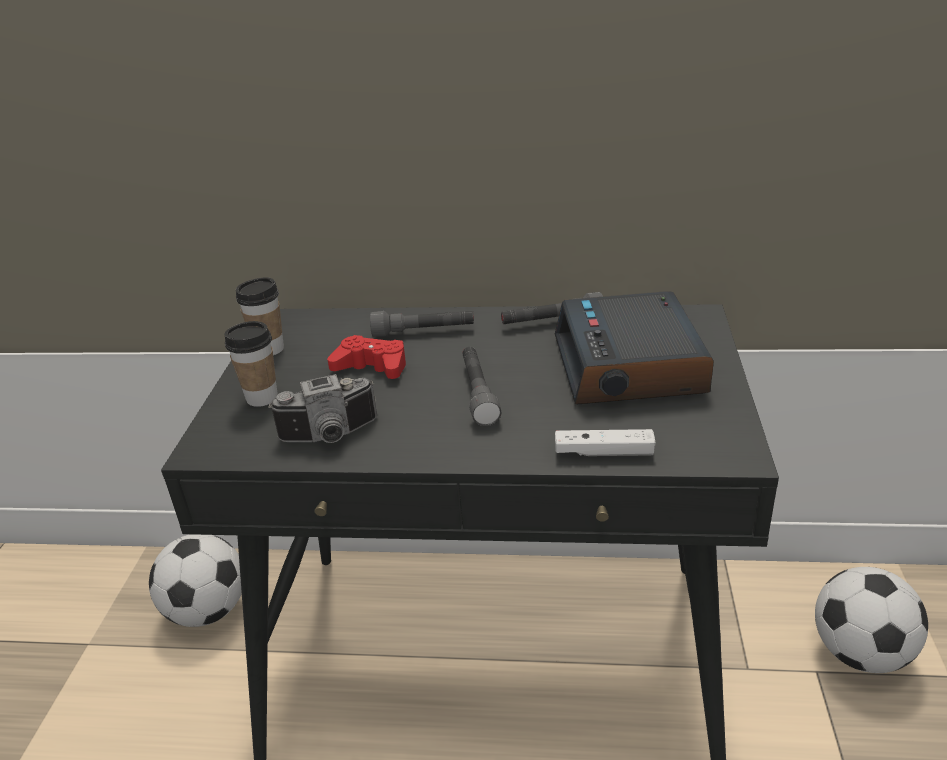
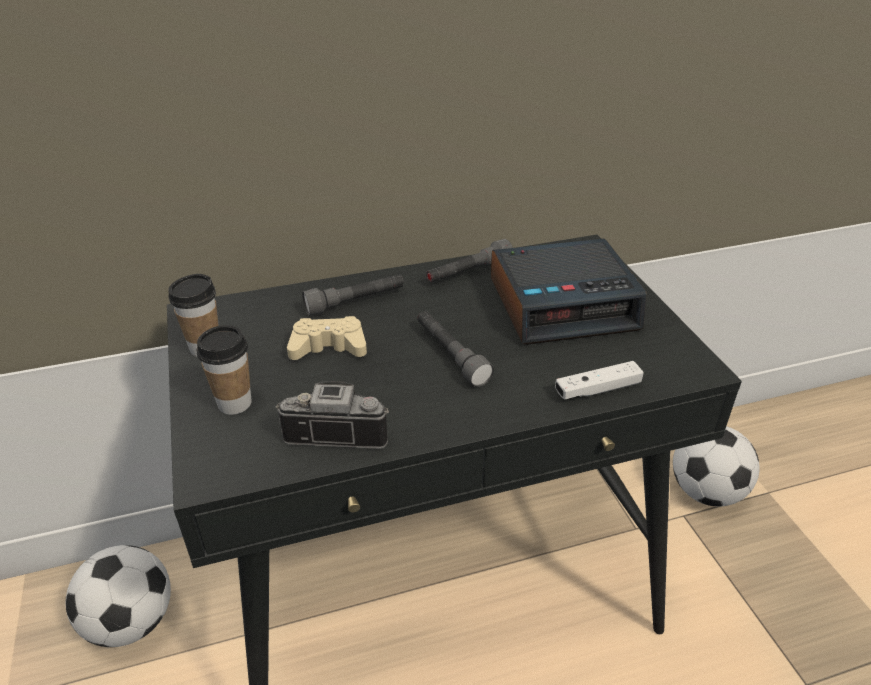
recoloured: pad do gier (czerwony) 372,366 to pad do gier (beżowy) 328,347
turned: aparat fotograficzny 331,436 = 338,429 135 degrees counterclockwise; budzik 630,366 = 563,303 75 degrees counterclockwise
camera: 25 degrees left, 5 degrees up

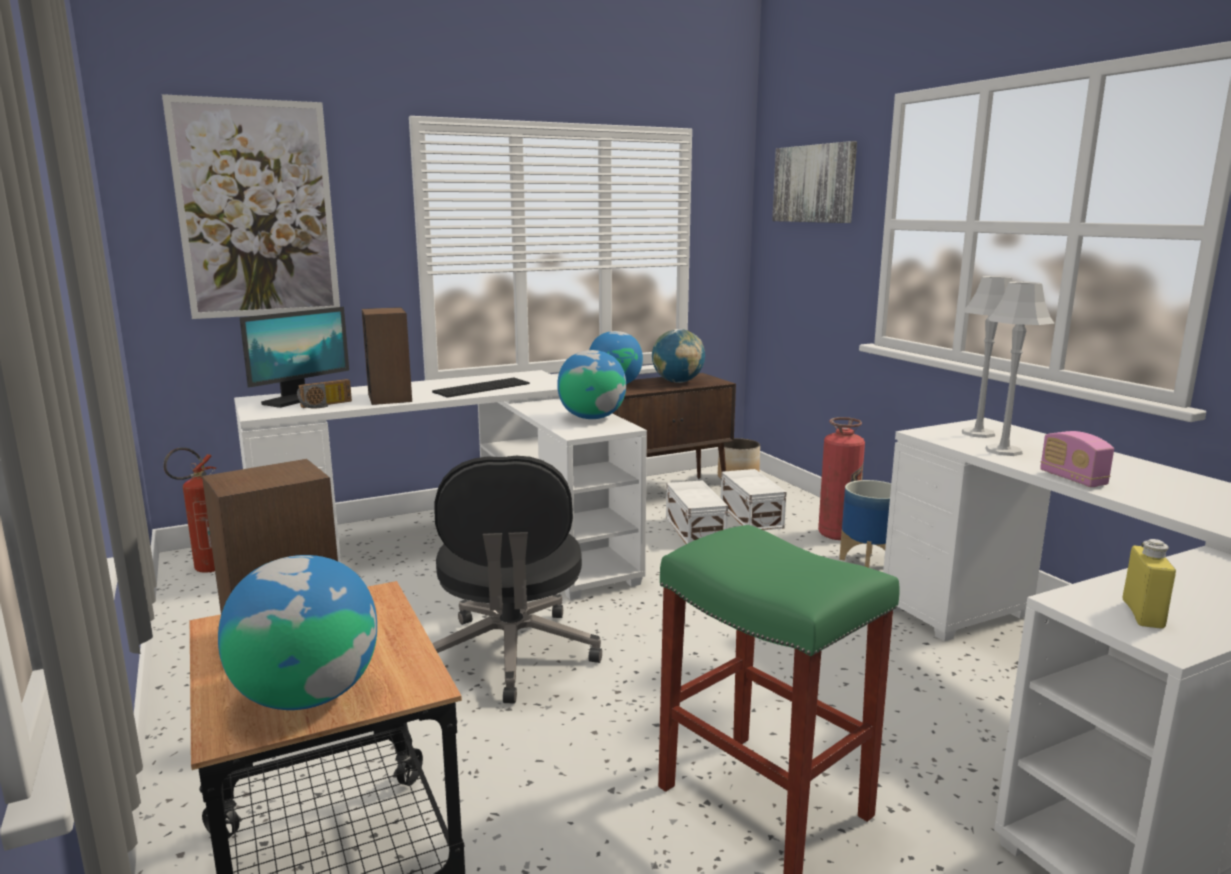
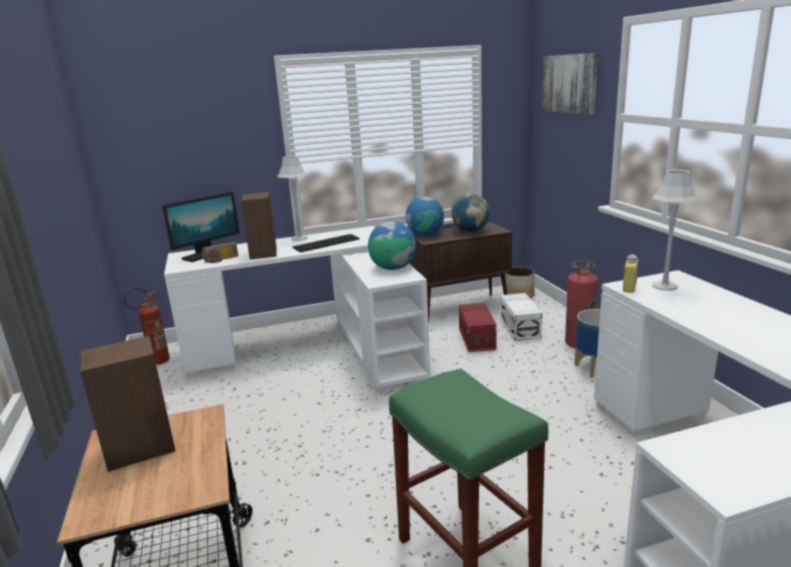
removed: obraz 257,210; globus 307,696; krzesło biurowe (czarny) 512,655; radio 1072,479
moved: lampa stołowa (szary) 1004,451 to 299,238; butelka (żółty) 1142,614 to 629,288
recoloured: pojemnik do przechowywania (biały) 695,529 to pojemnik do przechowywania (czerwony) 477,338
camera: 10 degrees right, 5 degrees up

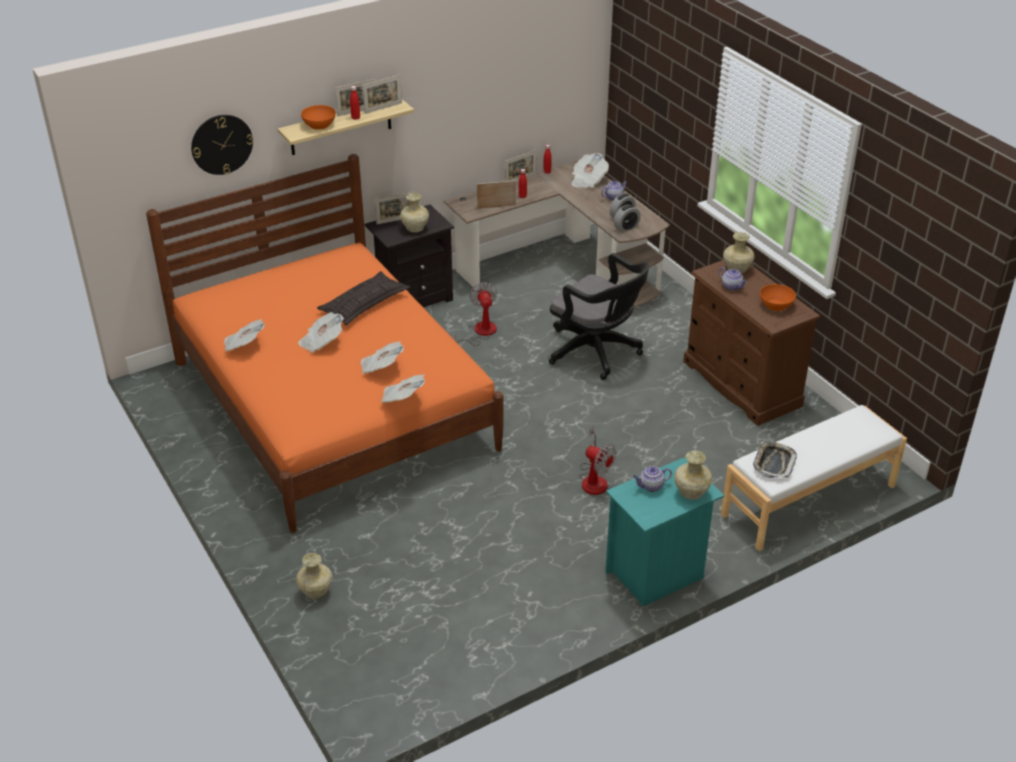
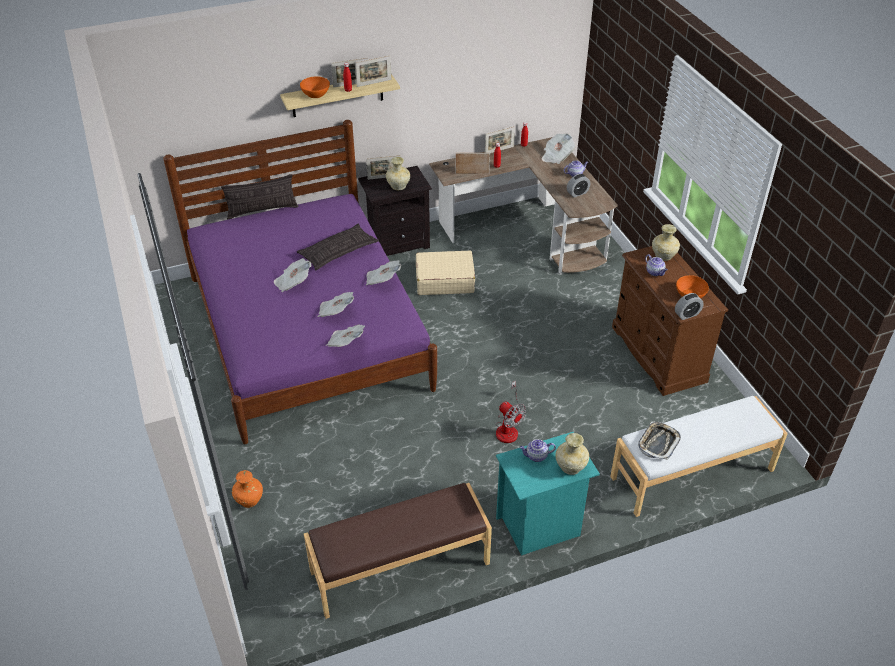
removed: zegar ścienny 221,144; krzesło biurowe (czarny) 597,353
added: poduszka 262,210; ławka (brązowy) 400,568
moved: gazeta 244,345 to 382,280; budzik 626,227 to 687,314
replaced: wentylator 479,333 to walizka (beżowy) 444,280
recoloured: łóżko (pomarańczowy) 333,405 to łóżko (fioletowy) 307,331; wazon (beżowy) 316,591 to wazon (pomarańczowy) 250,501
camera: 10 degrees right, 5 degrees up

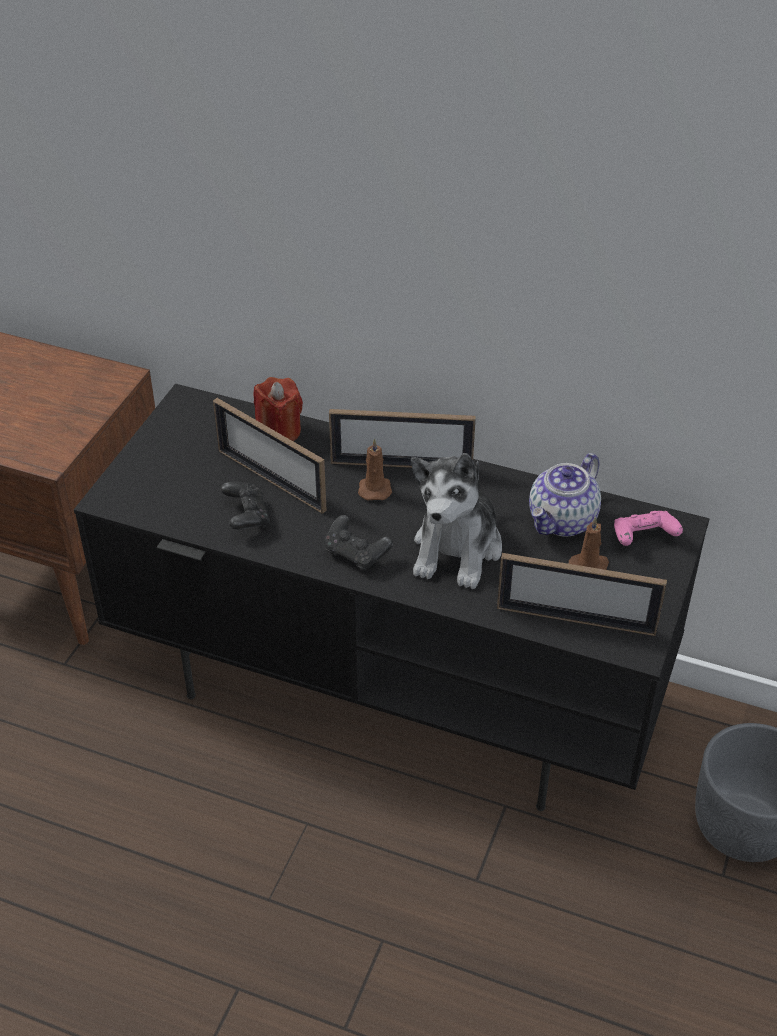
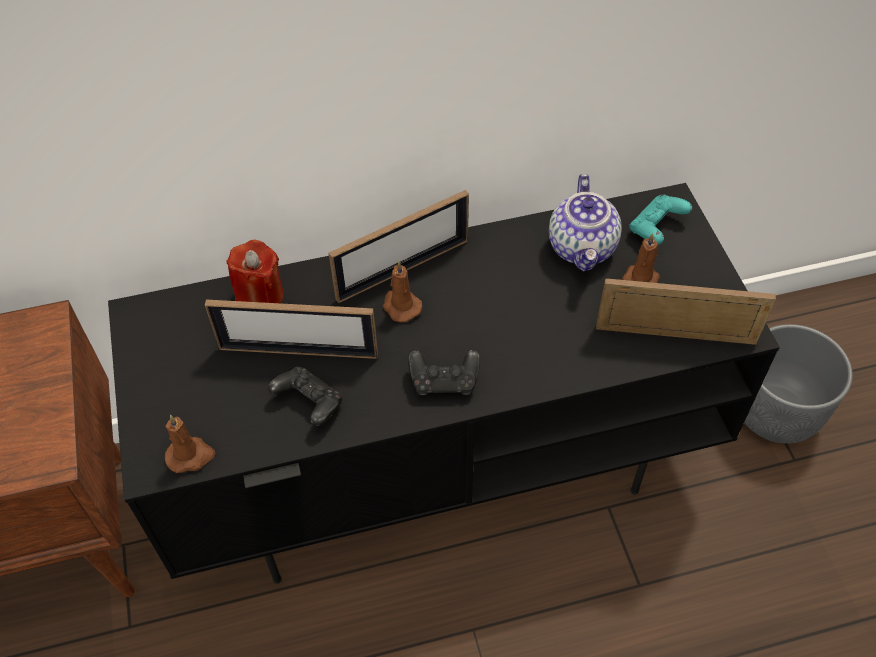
removed: pluszak 457,549
added: świeca (brązowy) 191,456
recoloured: pad do gier (różowy) 643,538 to pad do gier (turkusowy) 656,229
turned: ramka na zdjęcie 576,620 = 675,334 150 degrees counterclockwise
camera: 35 degrees left, 10 degrees up

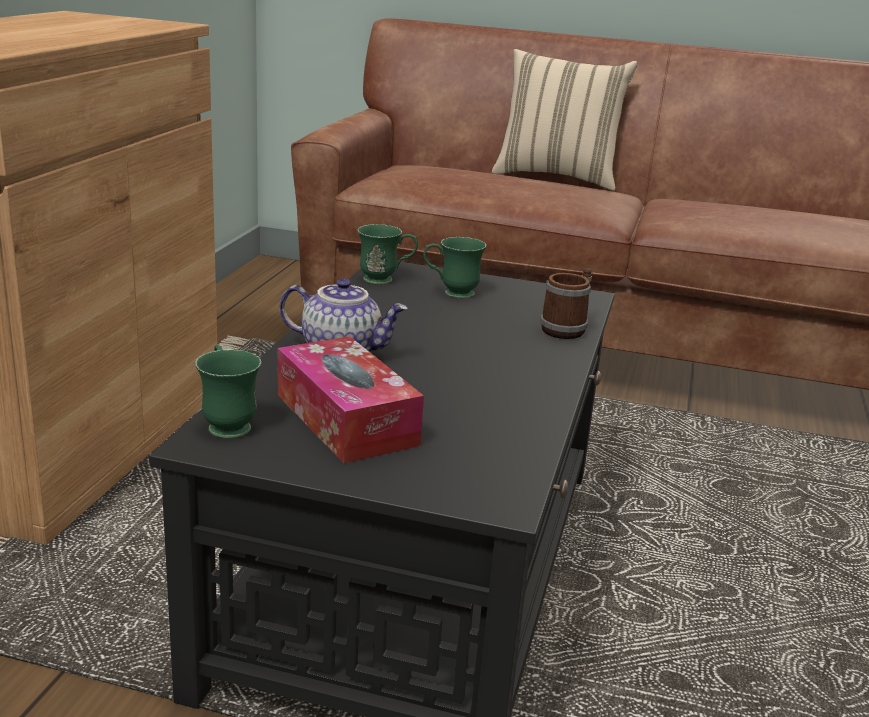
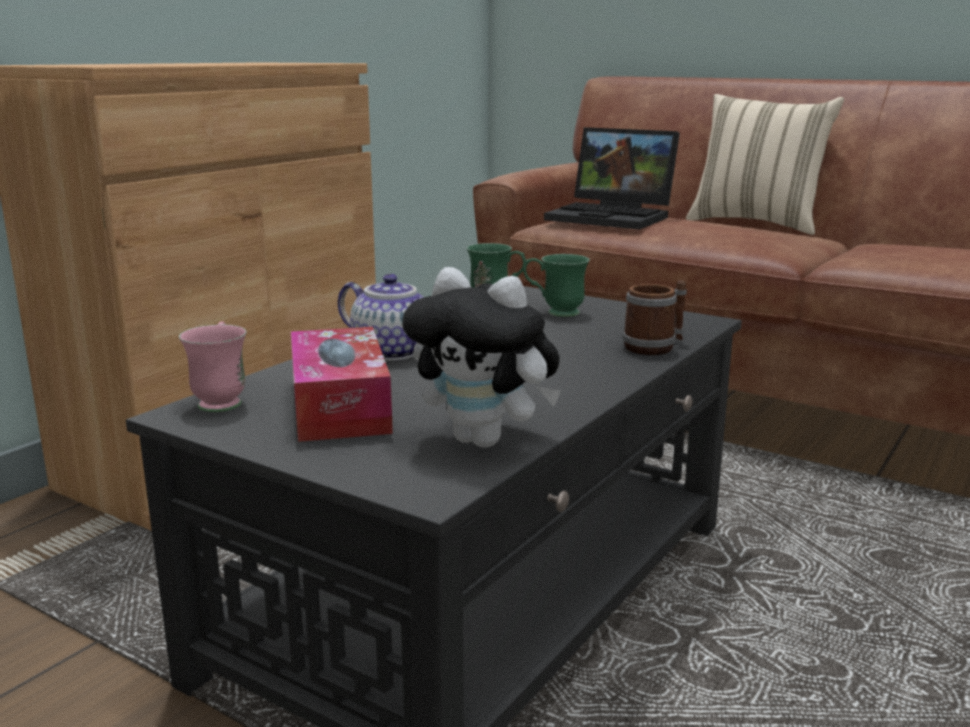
added: pluszak 485,440; laptop 614,217
recoloured: kubek (zielony) 227,423 to kubek (różowy) 222,400
camera: 20 degrees right, 5 degrees down

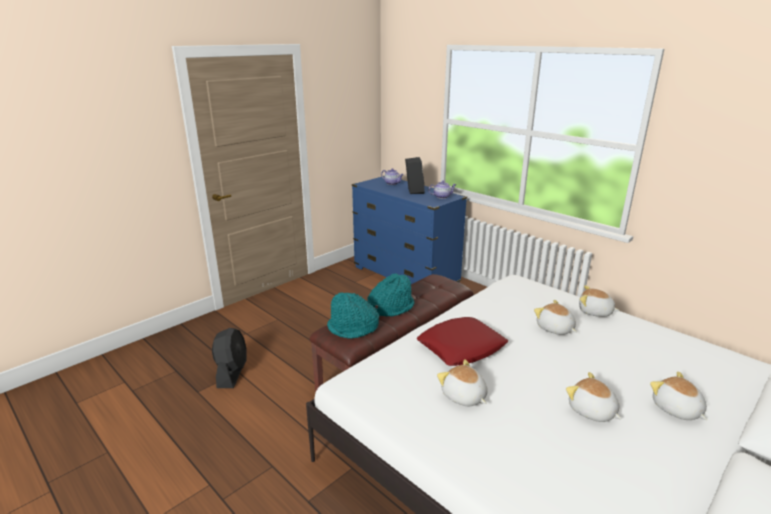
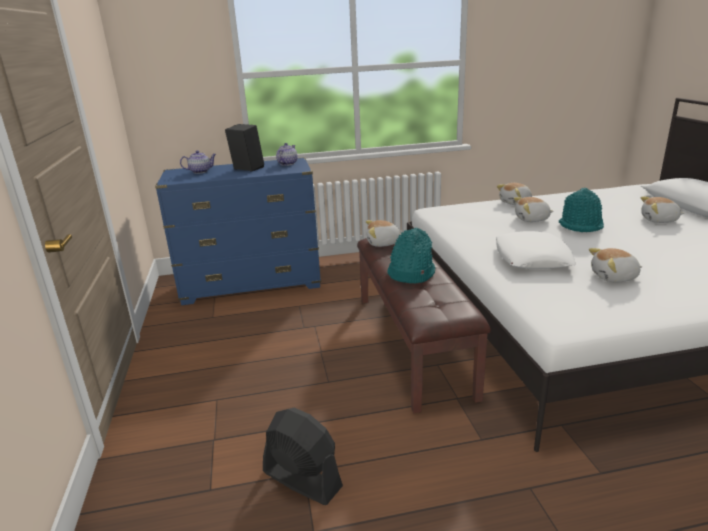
moved: kapelusz (turkusowy) 353,328 to 581,225; pluszak 591,411 to 383,243
recoloured: poduszka (czerwony) 461,347 to poduszka (biały) 532,258
camera: 55 degrees left, 0 degrees up

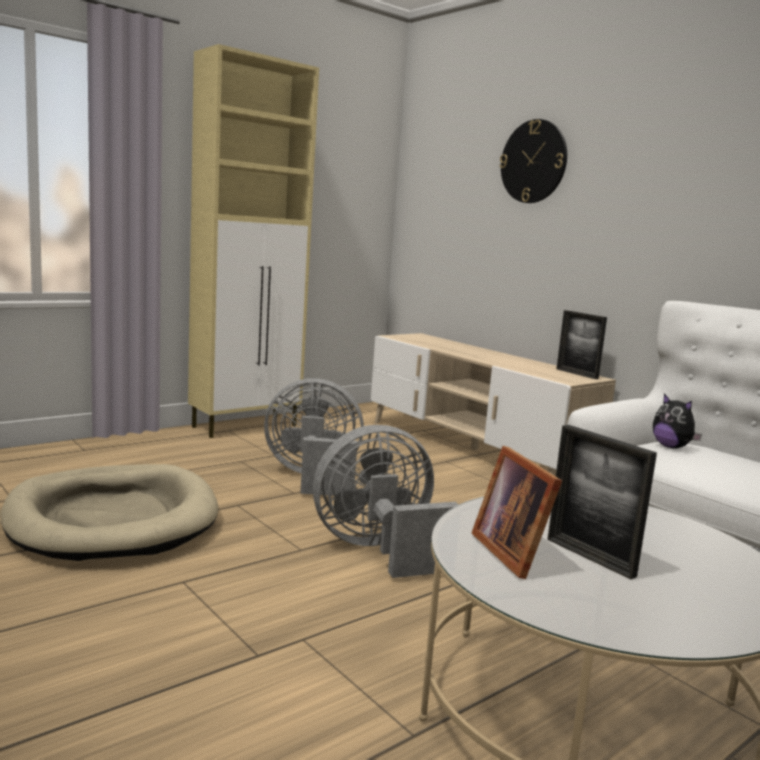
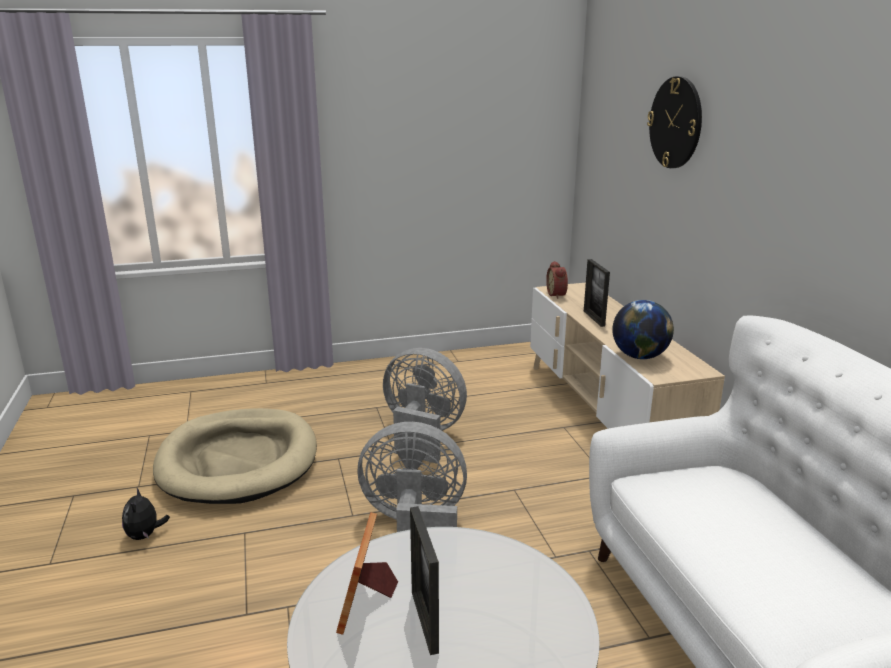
removed: szafka (beżowy) 246,426
added: budzik 558,295; globus 639,356
moved: ramka na zdjęcie 576,374 to 594,318; pluszak 671,447 to 145,535
camera: 25 degrees right, 10 degrees up

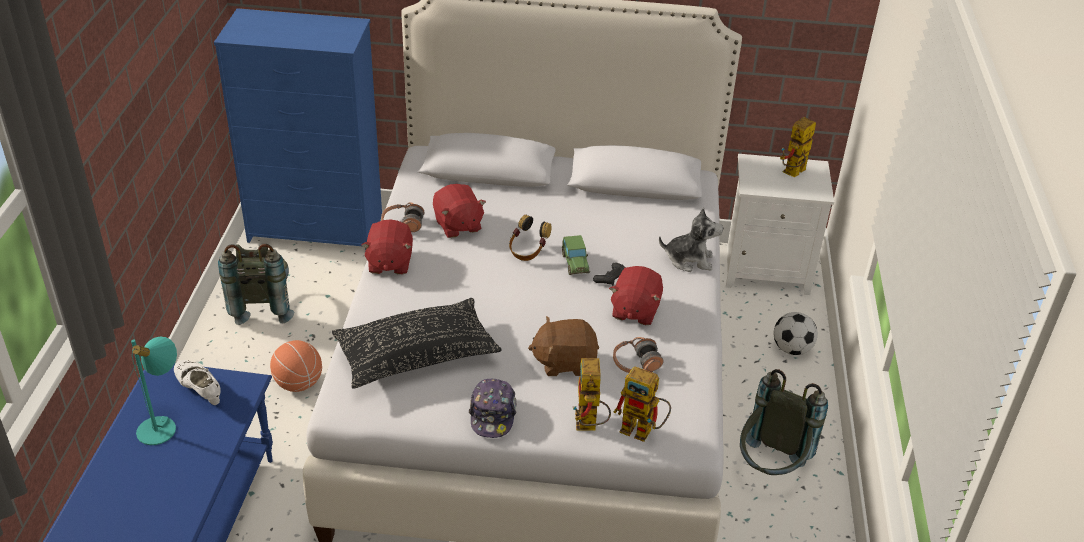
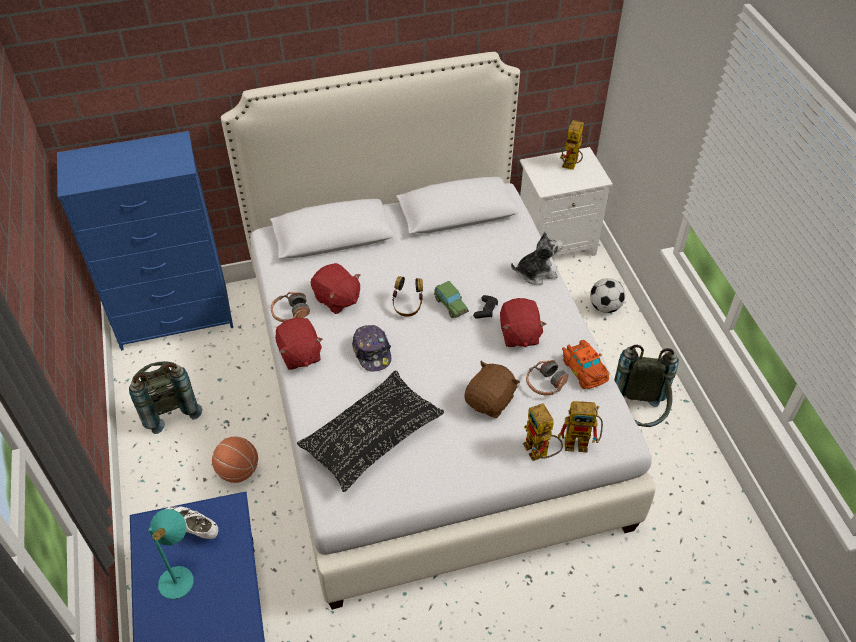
added: samochodzik (pomarańczowy) 584,368
moved: czapka z daszkiem 493,414 to 372,352
turned: pluszak (brązowy) 564,362 = 490,401 150 degrees clockwise
camera: 20 degrees left, 10 degrees up

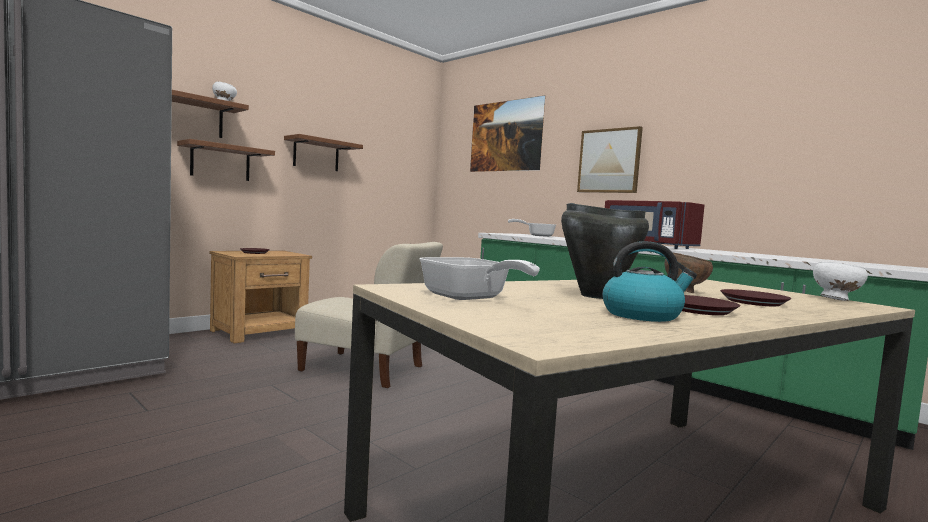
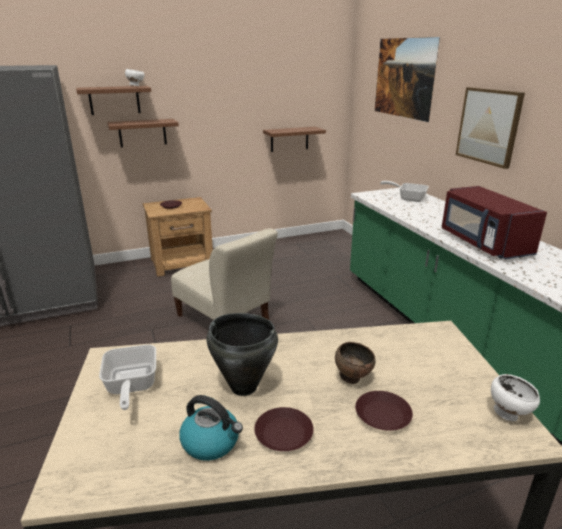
moved: półka (brązowy) 316,155 to 289,139
camera: 25 degrees right, 20 degrees up

